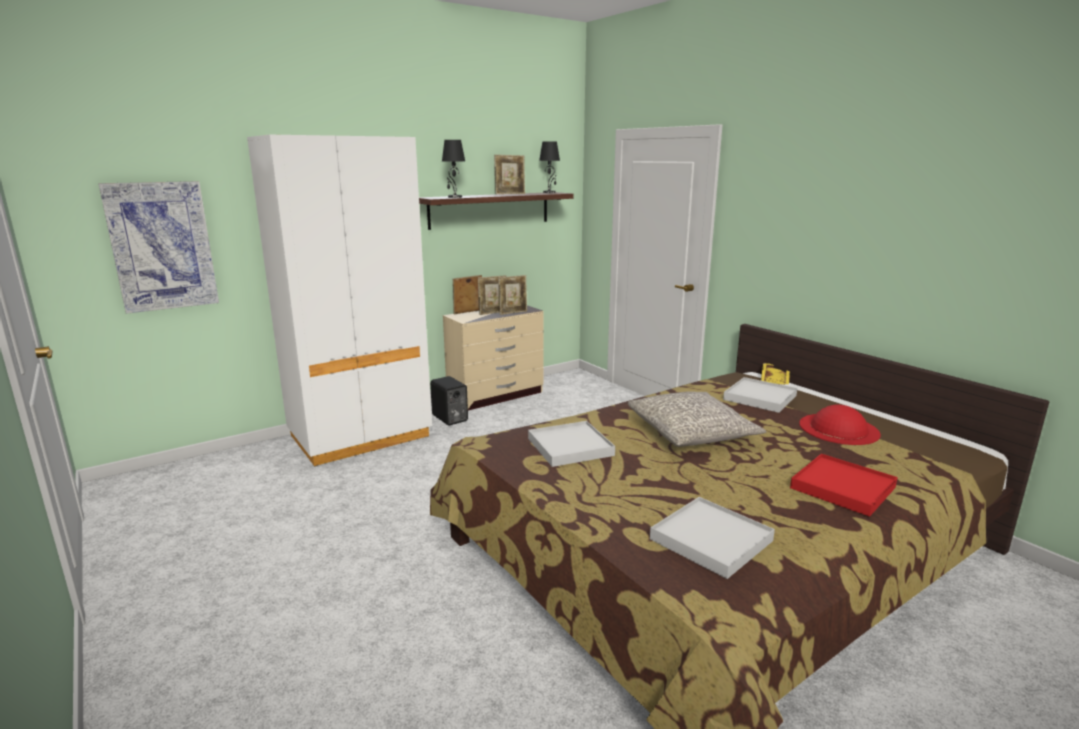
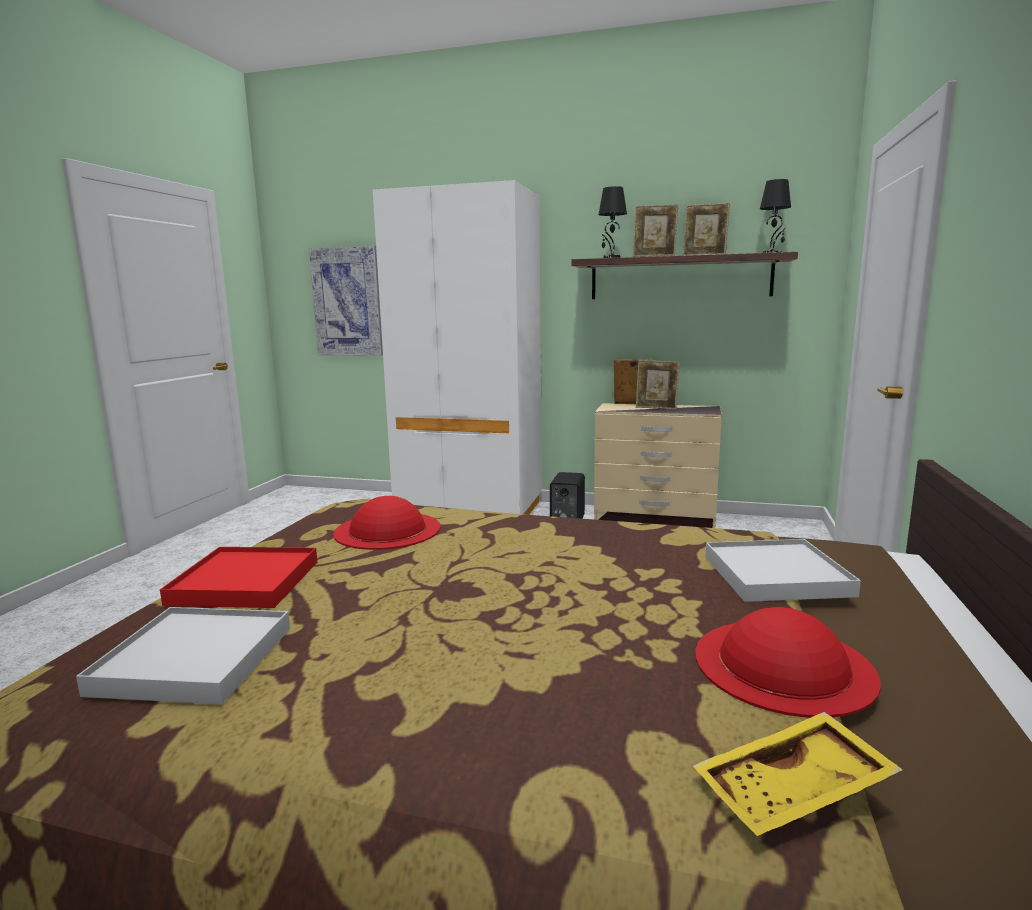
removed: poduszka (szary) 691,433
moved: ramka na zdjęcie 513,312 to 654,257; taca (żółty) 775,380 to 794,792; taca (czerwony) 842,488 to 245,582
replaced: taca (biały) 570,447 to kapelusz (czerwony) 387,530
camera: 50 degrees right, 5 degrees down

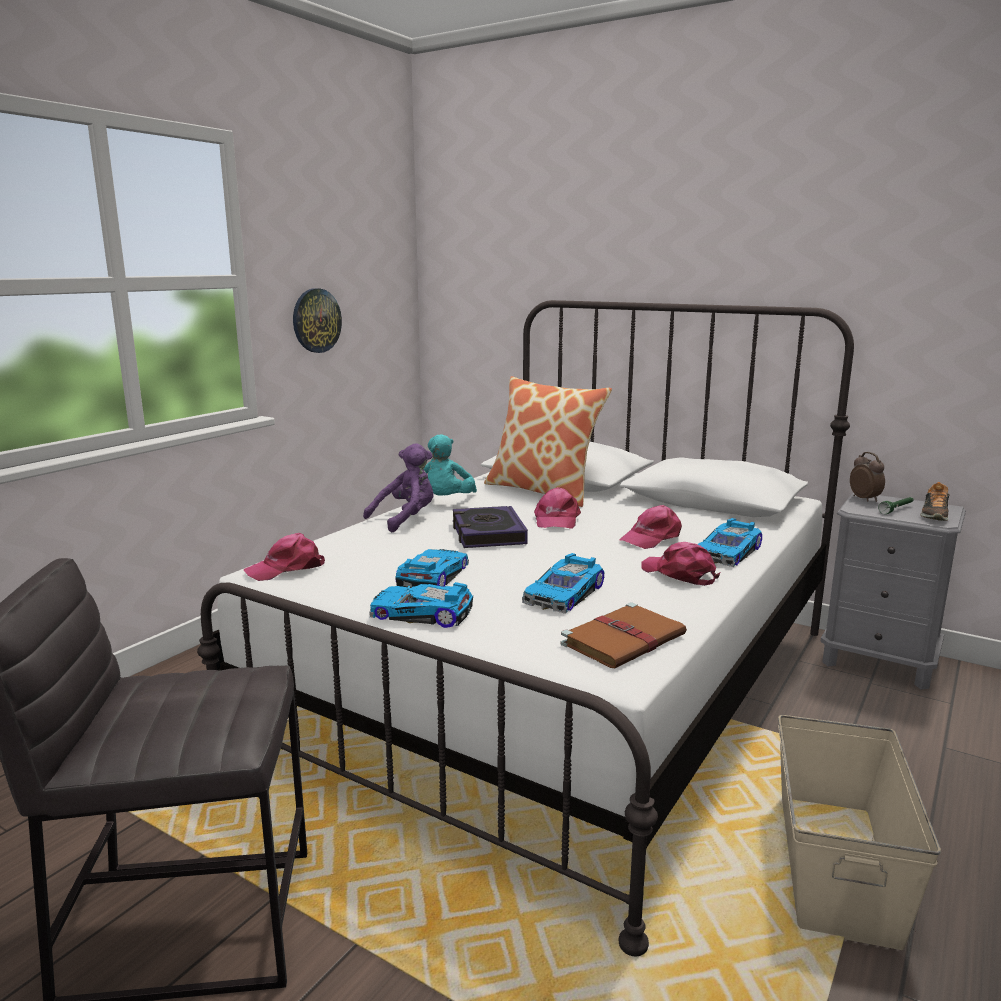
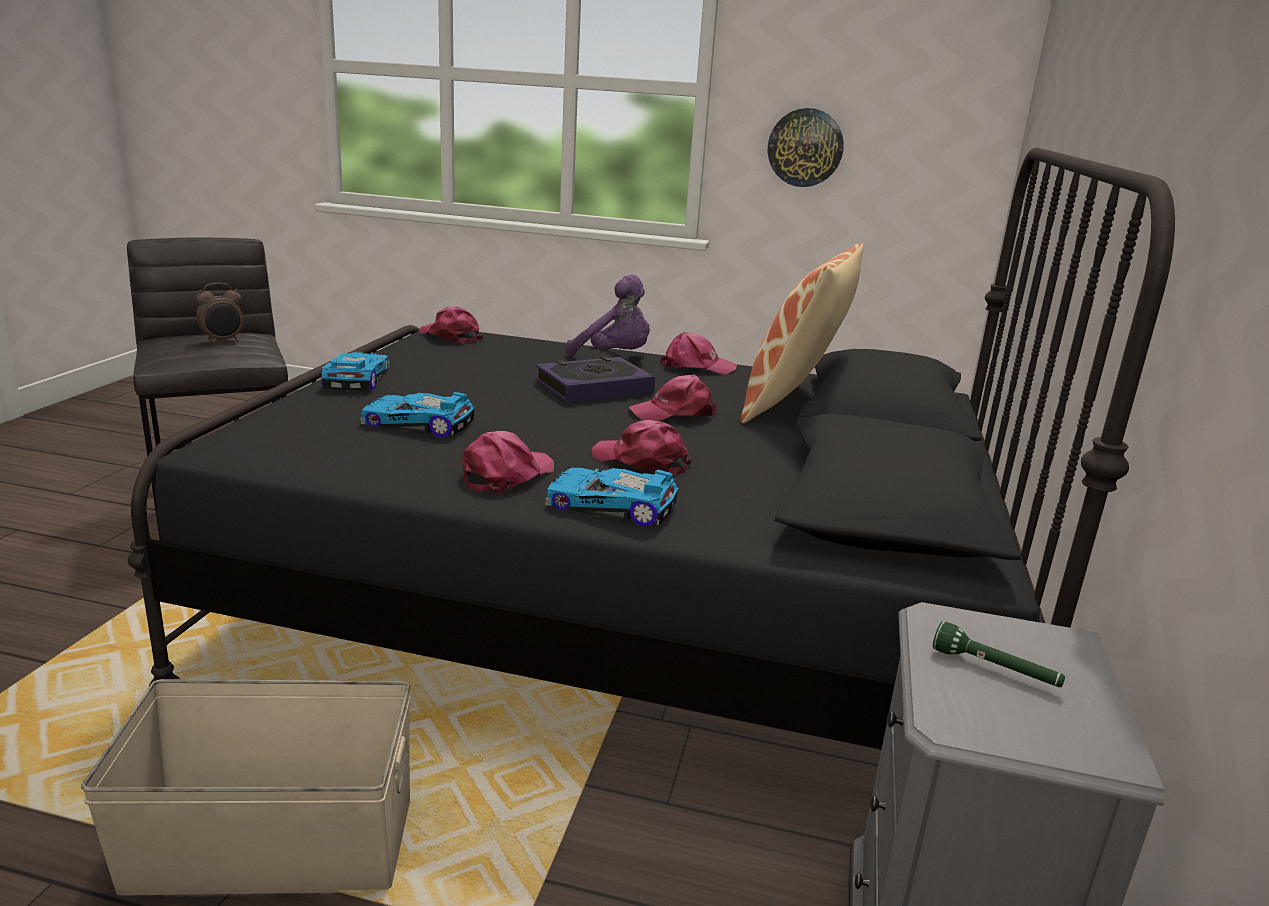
removed: samochodzik 431,576; książka (brązowy) 624,639; but 934,515
moved: budzik 865,499 to 223,341
replaced: pluszak (turkusowy) 446,501 to czapka z daszkiem (różowy) 696,367
recoloured: łóżko (biały) 558,684 to łóżko (czarny) 621,613
camera: 70 degrees right, 5 degrees up

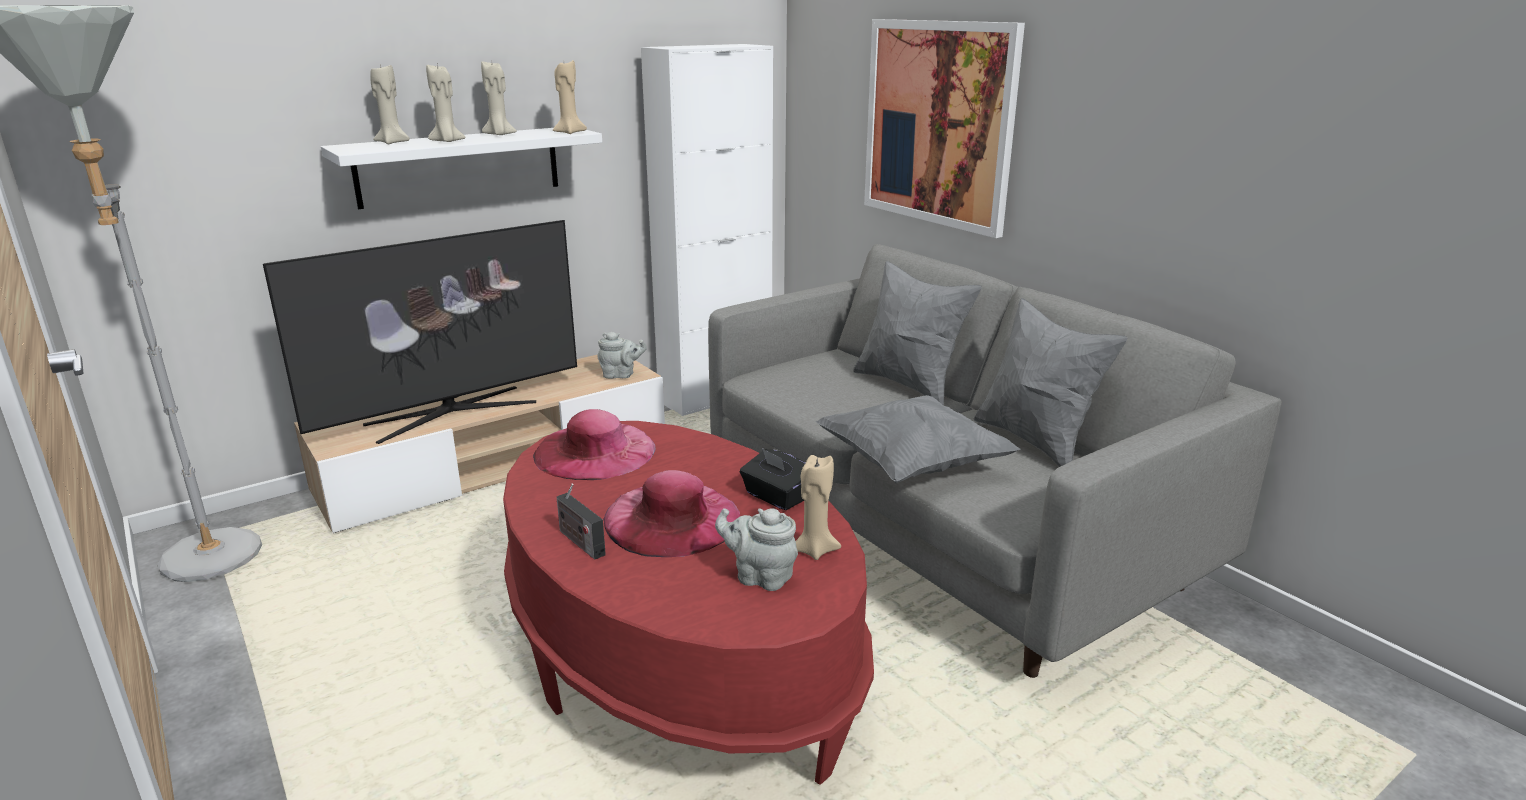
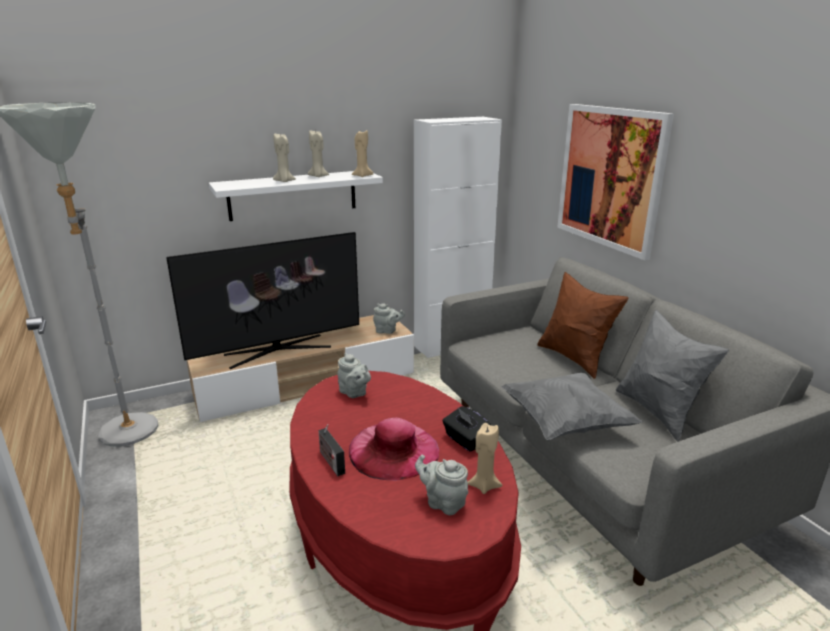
removed: świeca (beżowy) 392,142
replaced: kapelusz (różowy) 595,451 to imbryk (szary) 354,393
recoloured: poduszka (szary) 909,385 to poduszka (brązowy) 574,358
camera: 10 degrees right, 0 degrees up

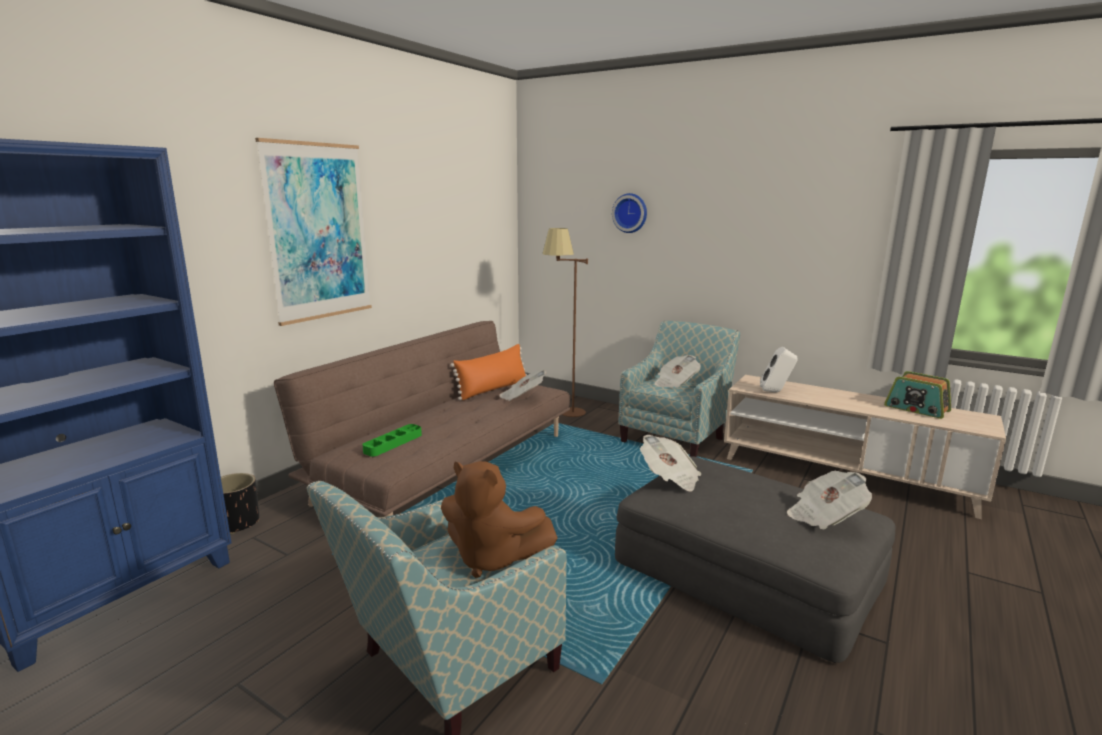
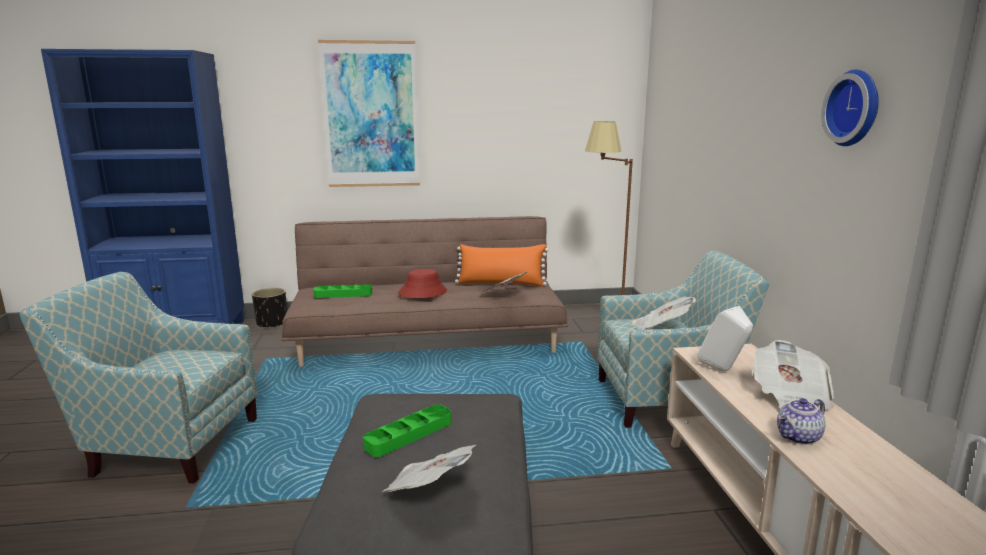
removed: pluszak (brązowy) 492,558; radio 916,409
added: taca (zielony) 409,434; kapelusz (czerwony) 422,292; imbryk 799,438
moved: zegar ścienny 630,213 to 855,108; gazeta 670,478 to 789,398
camera: 50 degrees right, 0 degrees up

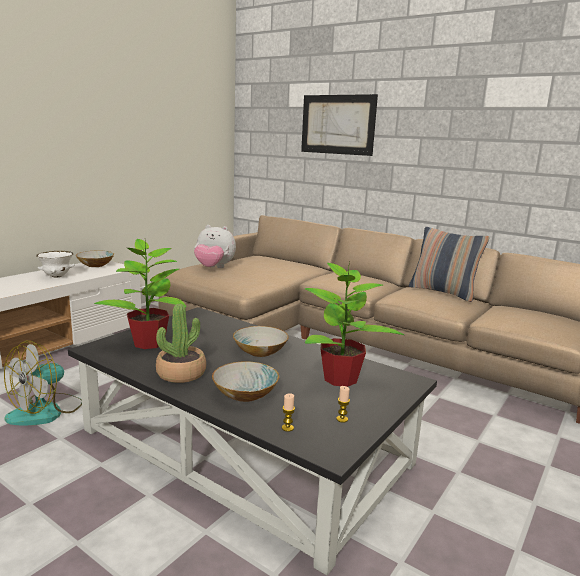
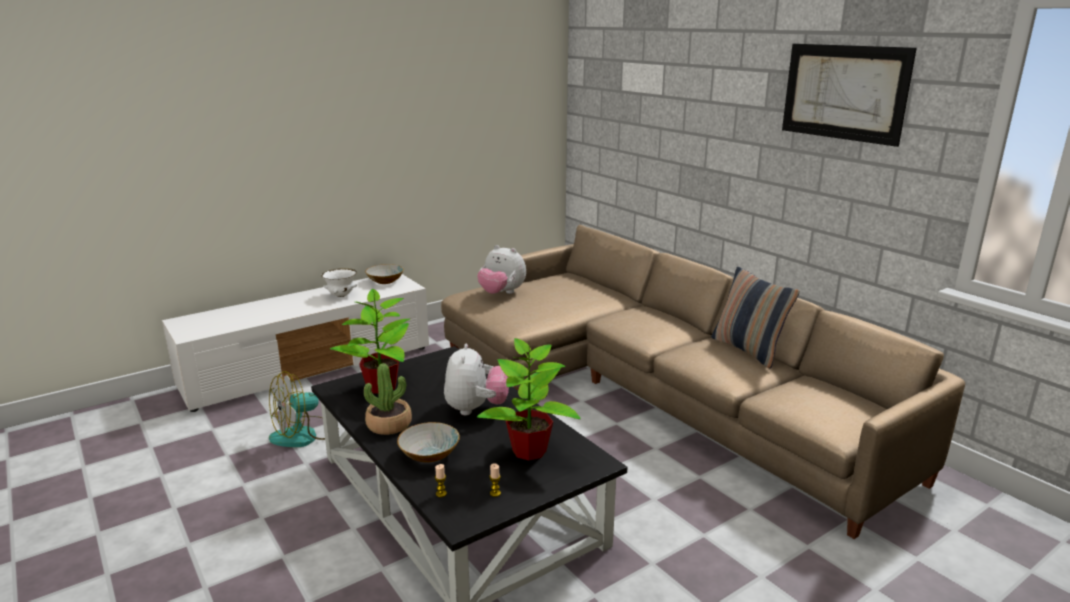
moved: obraz 337,124 to 844,92
replaced: miska 259,351 to pluszak 476,409
camera: 20 degrees right, 5 degrees up

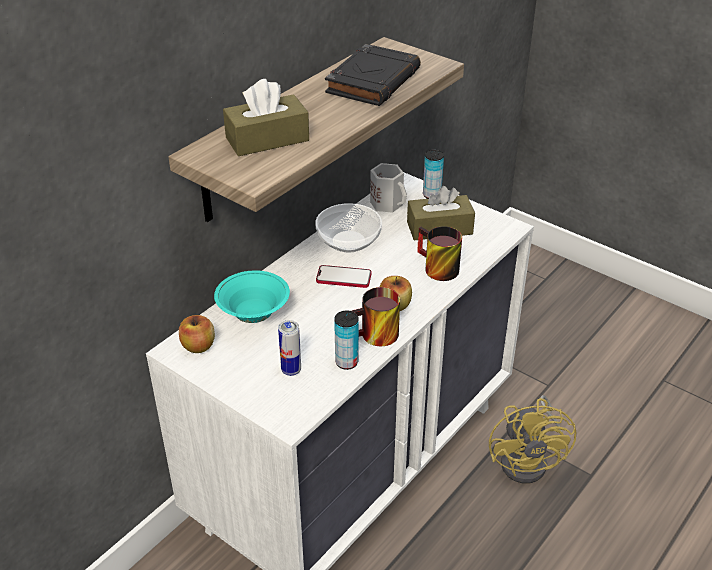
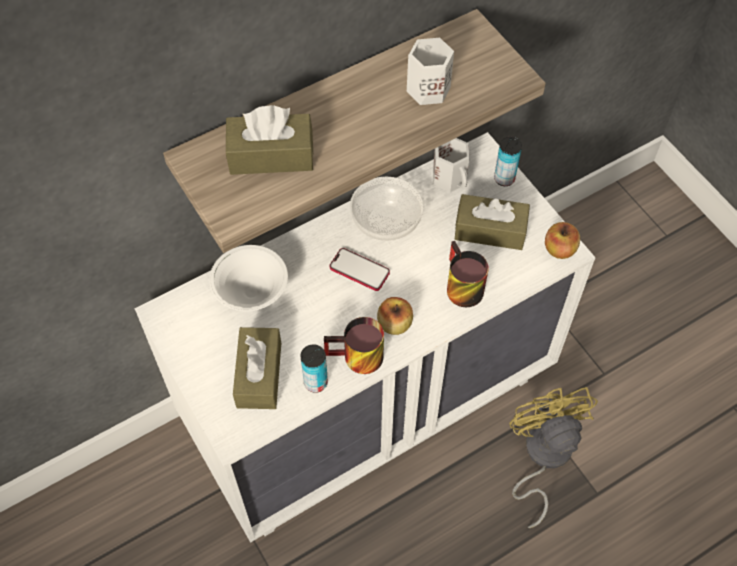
moved: jabłko 198,346 to 559,249
replaced: puszka 291,370 to pudełko chusteczek (brązowy) 259,375; książka (czarny) 373,81 to kubek (biały) 426,87
recoloured: miska (turkusowy) 254,315 to miska (biały) 251,292
turned: wentylator (żółty) 530,460 = 542,456 150 degrees clockwise
camera: 20 degrees right, 20 degrees up

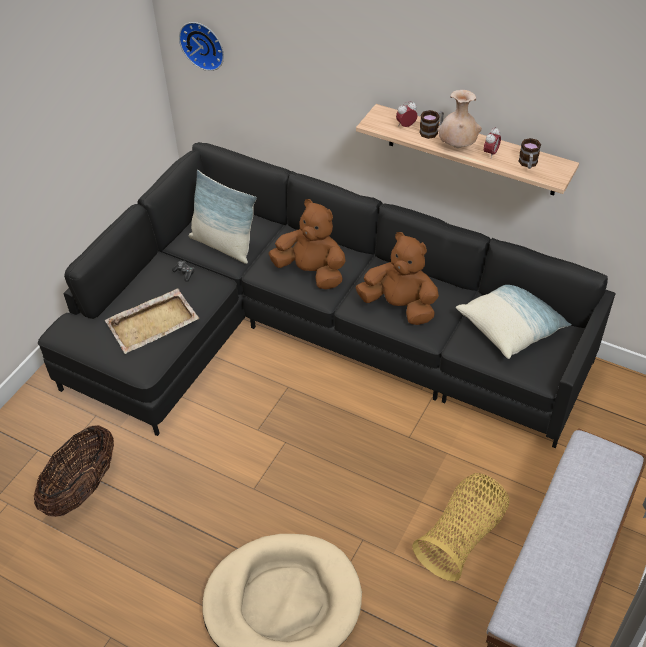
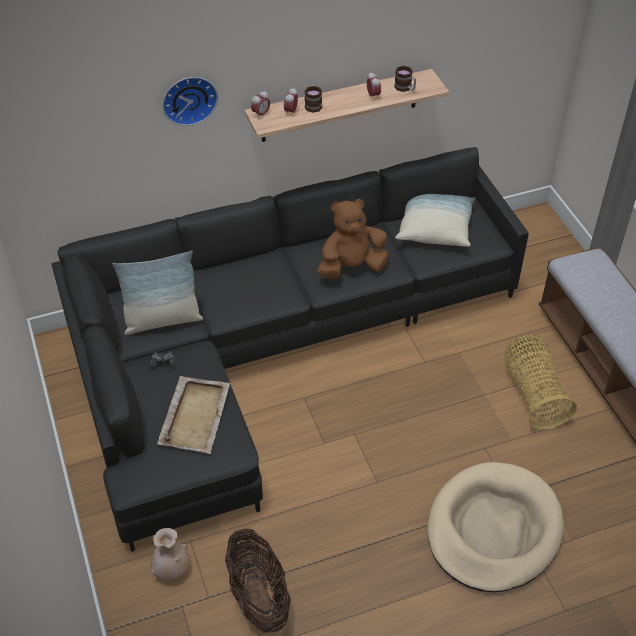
removed: pluszak (brązowy) 311,272
added: budzik 261,114
moved: zegar ścienny 203,44 to 189,98; wazon (beżowy) 457,146 to 172,569
camera: 50 degrees left, 0 degrees up

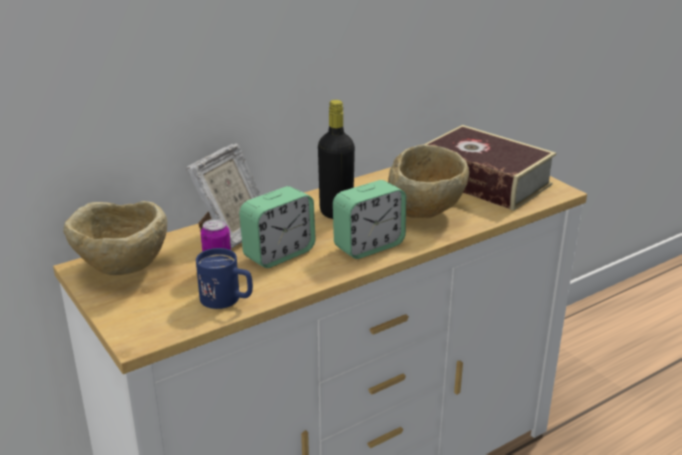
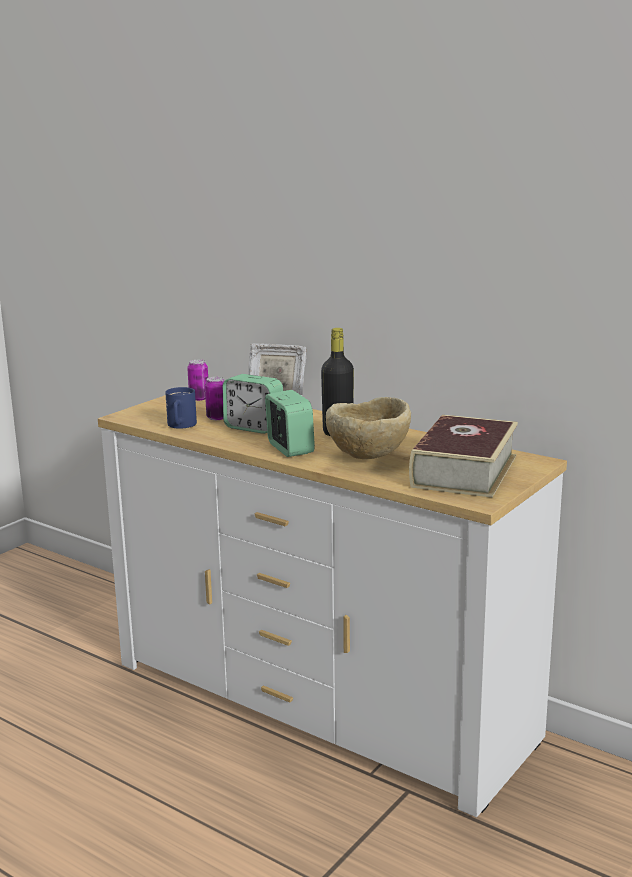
replaced: miska (beżowy) 122,270 to puszka 199,398
turned: budzik 369,246 = 290,449 150 degrees counterclockwise
camera: 70 degrees right, 10 degrees down

